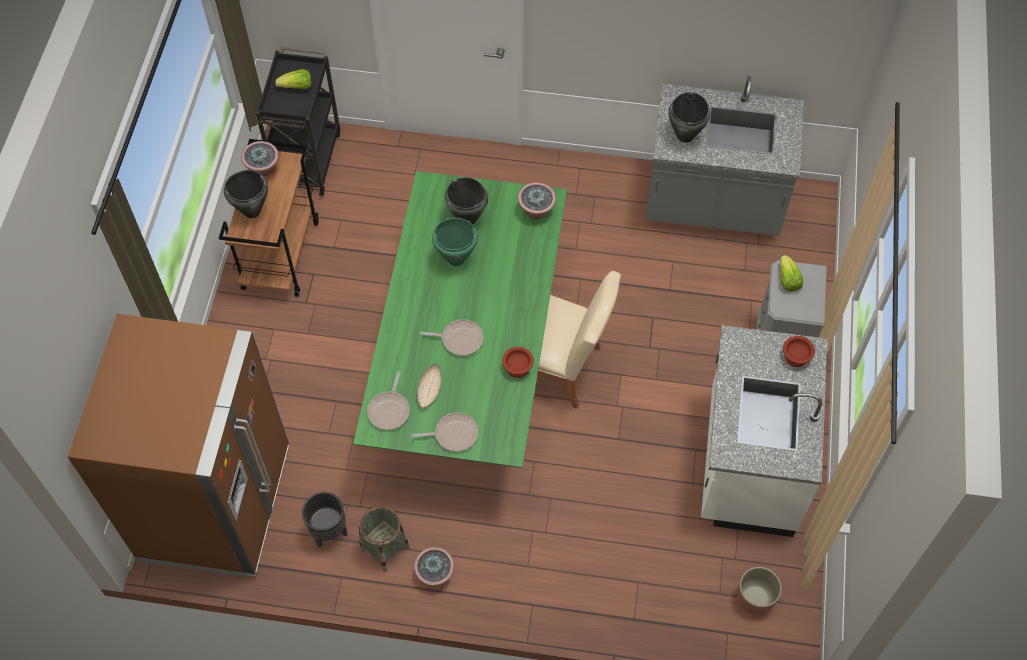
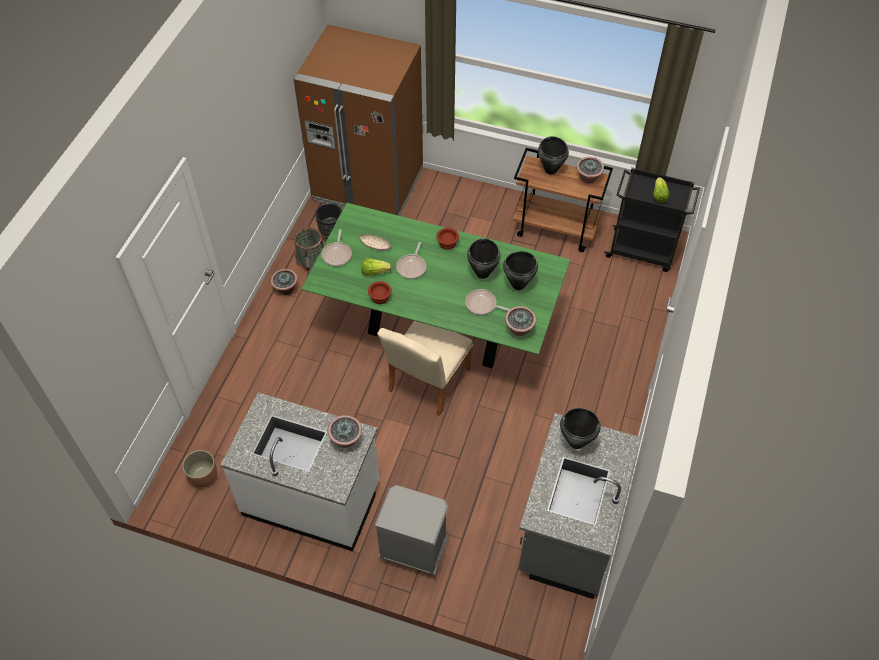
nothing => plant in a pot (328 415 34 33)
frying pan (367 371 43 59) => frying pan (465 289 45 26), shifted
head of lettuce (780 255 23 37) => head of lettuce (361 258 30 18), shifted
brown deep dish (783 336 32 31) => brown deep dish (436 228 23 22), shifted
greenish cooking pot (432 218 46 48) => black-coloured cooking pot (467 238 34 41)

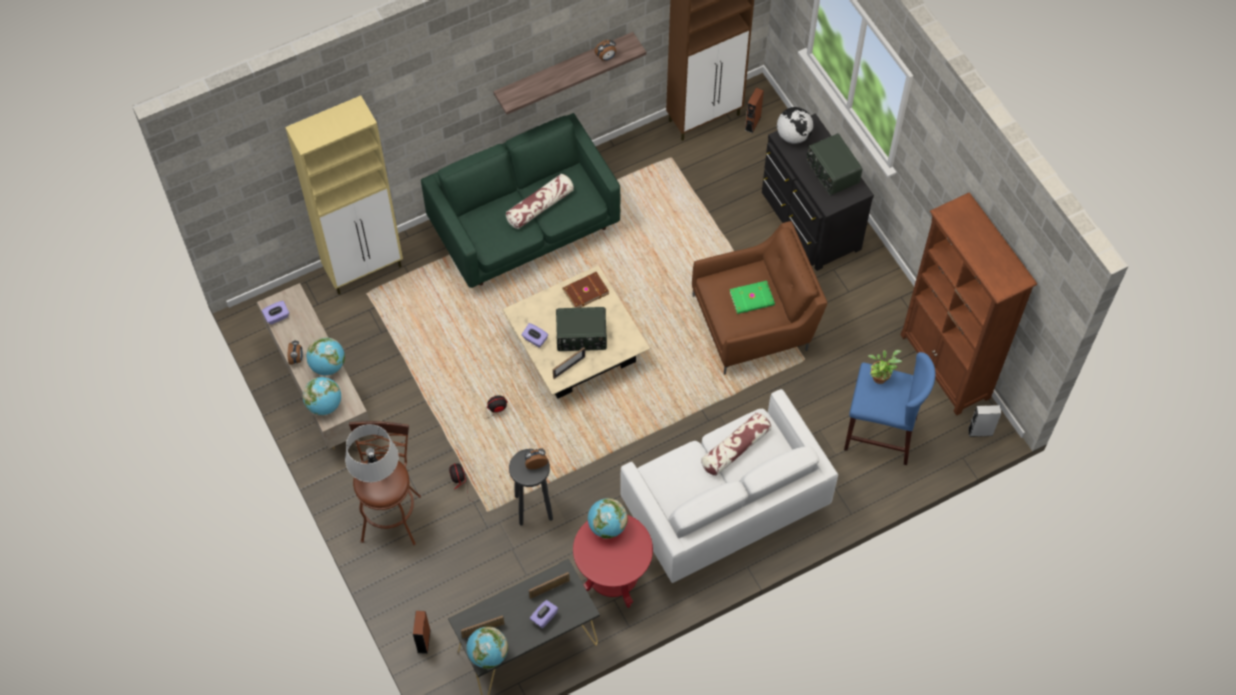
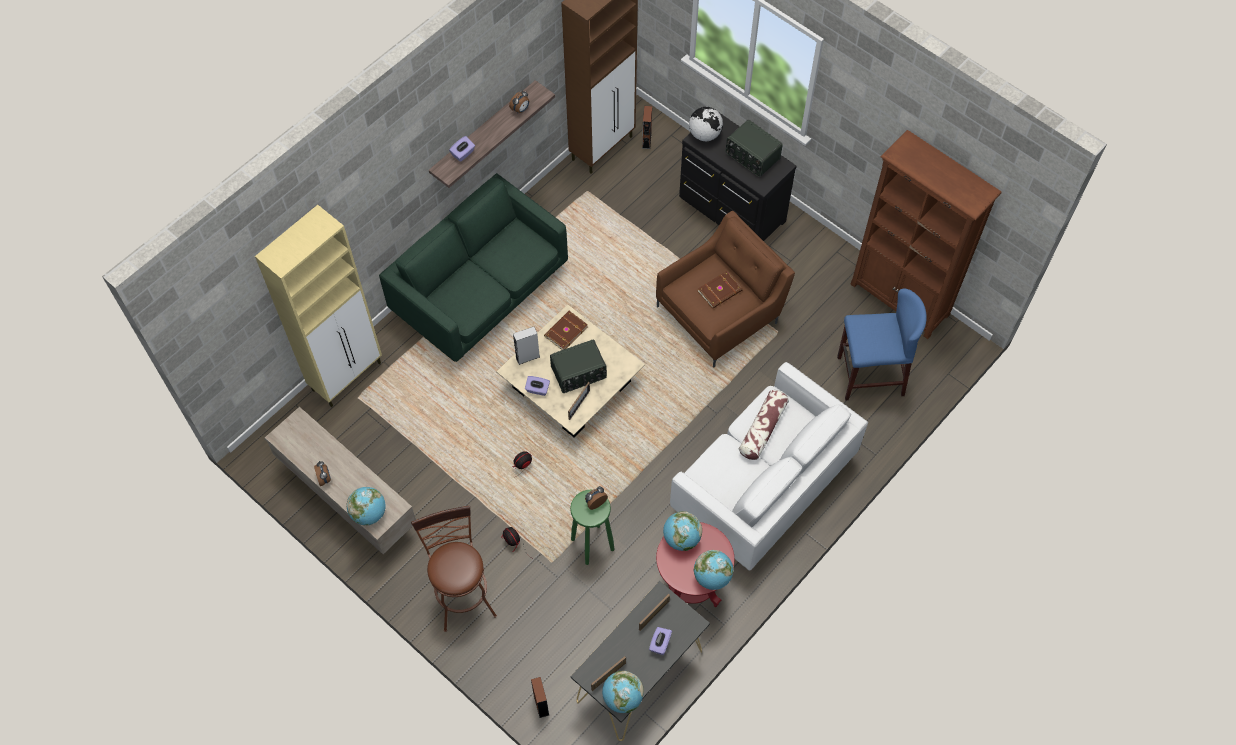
grey table lamp (345 424 54 58) => nothing
pillow (506 174 68 55) => nothing
plant in a pot (868 350 34 34) => nothing
purple-coloured tissue holder (262 301 27 24) => purple-coloured tissue holder (449 136 26 26), shifted
desk globe (306 337 39 38) => desk globe (694 550 39 40), shifted
grey speaker (968 405 34 32) => grey speaker (513 327 27 38), shifted
black-coloured sitting stool (509 449 44 77) => greenish sitting stool (570 490 45 75)
greenish bound book (730 281 45 33) => brown bound book (698 271 45 38)

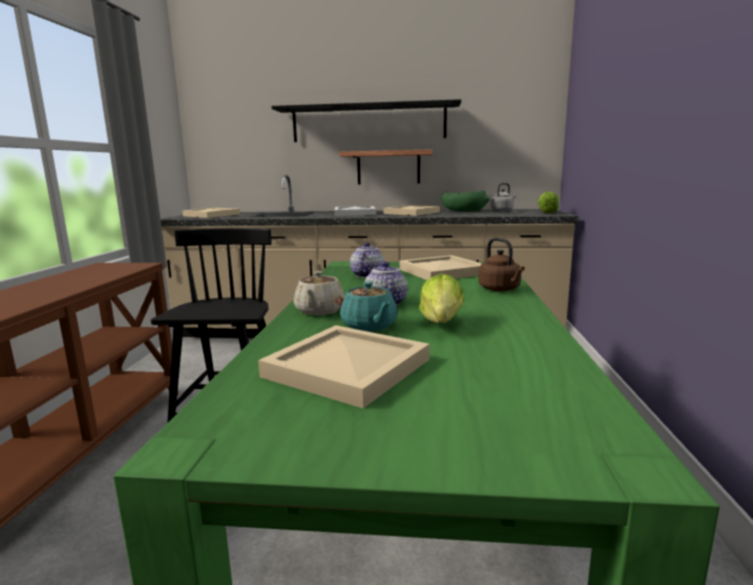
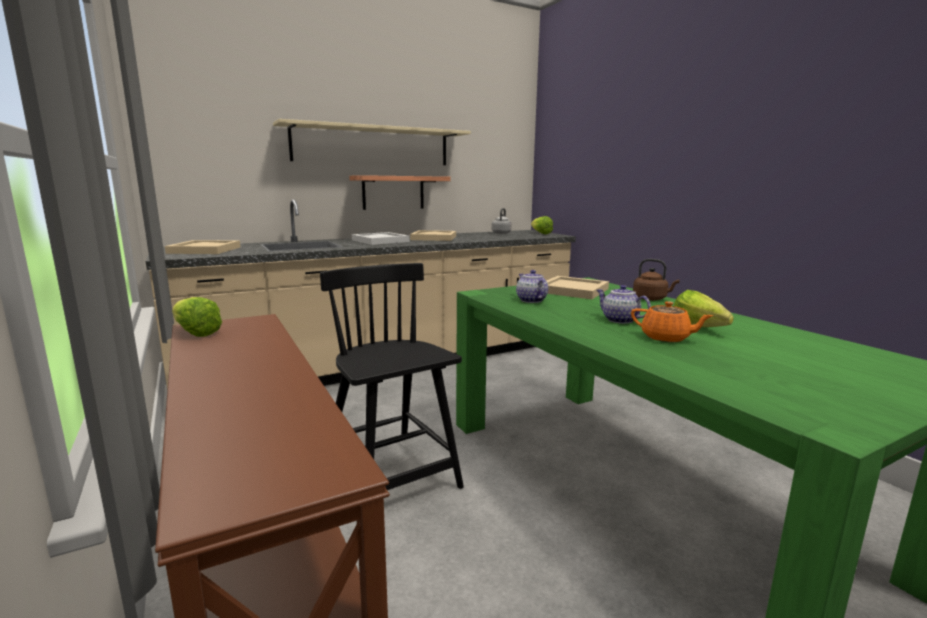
beige carrying tray (258 325 171 83) => nothing
beige pot for tea (294 271 51 44) => nothing
greenish deep dish (441 190 49 22) => nothing
nothing => head of lettuce (172 297 50 40)
black-coloured shelf (271 99 190 43) => beige shelf (273 119 198 46)
turquoise pot for tea (340 281 58 50) => orange-coloured pot for tea (631 301 82 41)

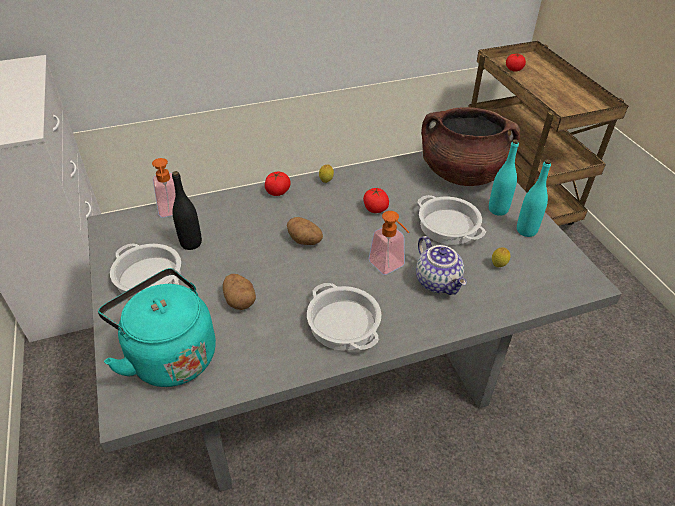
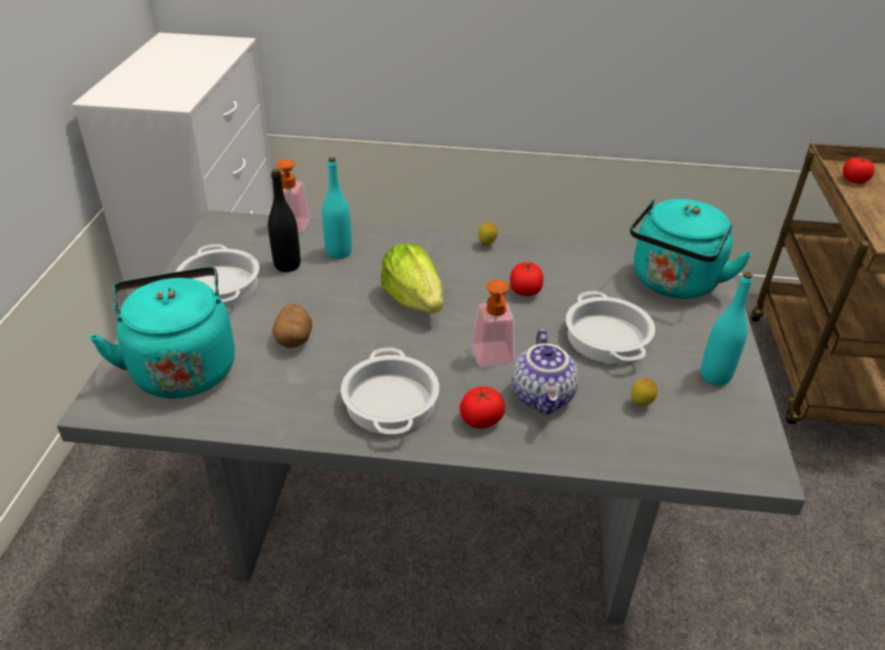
tomato (265 172 26 24) => tomato (460 386 45 42), shifted
turquoise drink bottle (489 139 30 77) => turquoise drink bottle (322 157 30 102), shifted
whole potato (287 217 36 28) => head of lettuce (381 243 62 70)
brown cooking pot (421 107 99 79) => turquoise water kettle (630 199 122 100)

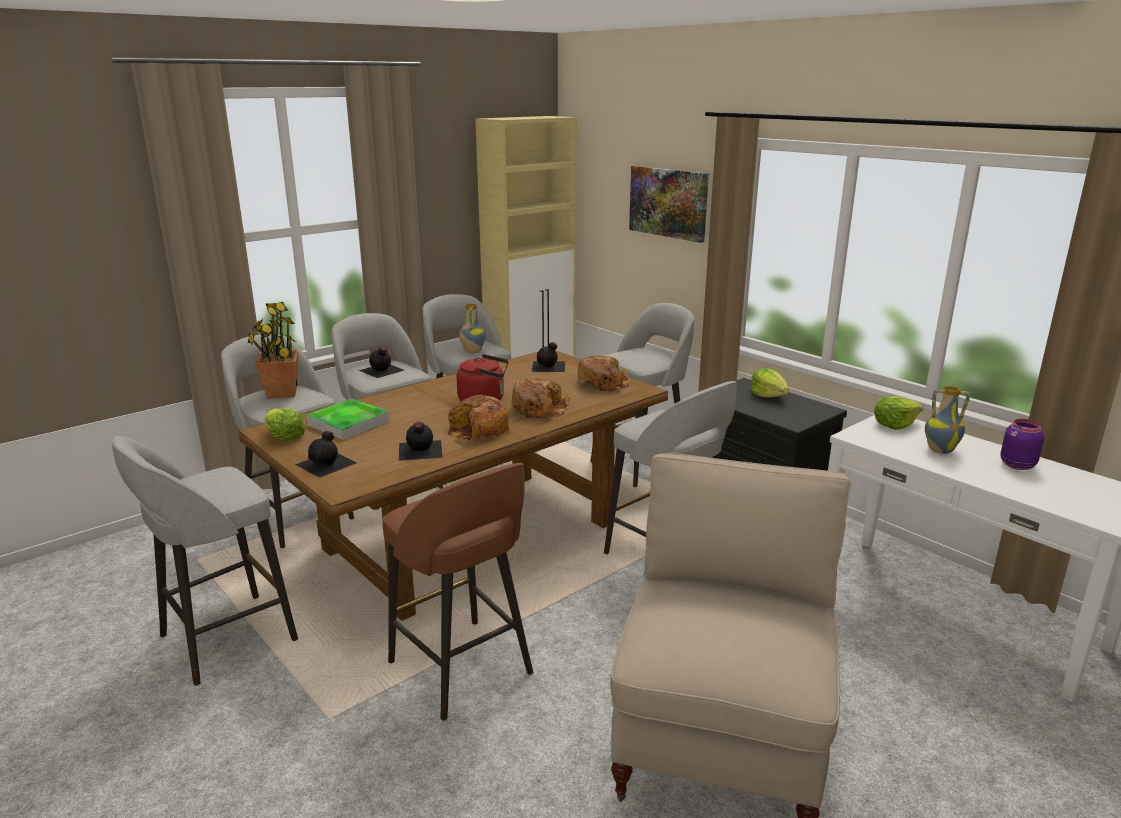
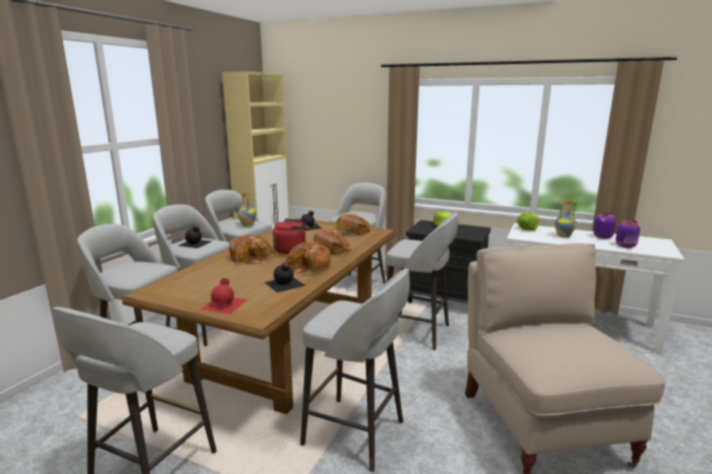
plant in a pot (248 302 51 97) => nothing
head of lettuce (264 408 41 33) => nothing
carrying tray (306 398 83 42) => nothing
wall art (629 166 80 77) => nothing
nothing => bread (229 235 46 30)
nothing => purple-coloured jar (616 220 24 28)
black-coloured drink bottle (295 431 62 47) => red-coloured drink bottle (199 278 49 36)
brown sitting stool (382 463 152 258) => grey sitting stool (300 269 110 203)

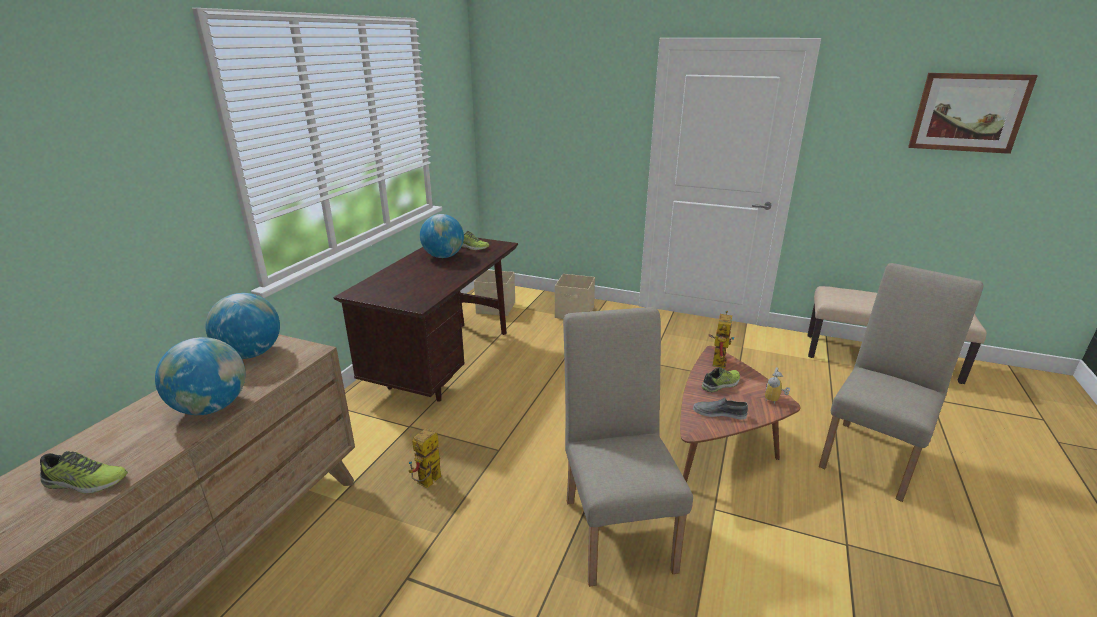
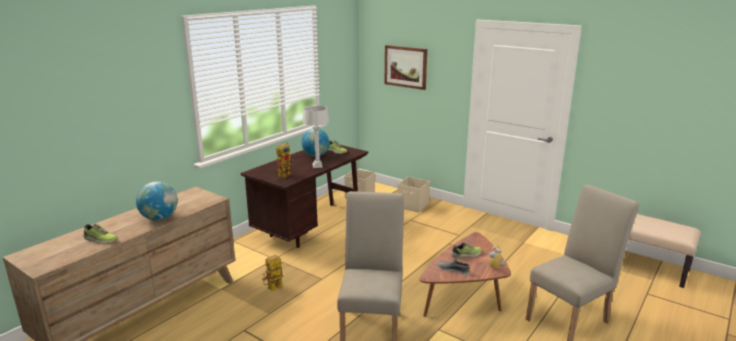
desk globe (205 293 75 66) => nothing
nothing => grey table lamp (303 105 26 63)
toy robot (709 311 25 57) => toy robot (276 142 18 36), shifted
wall art (908 73 130 81) => wall art (385 45 42 45), shifted

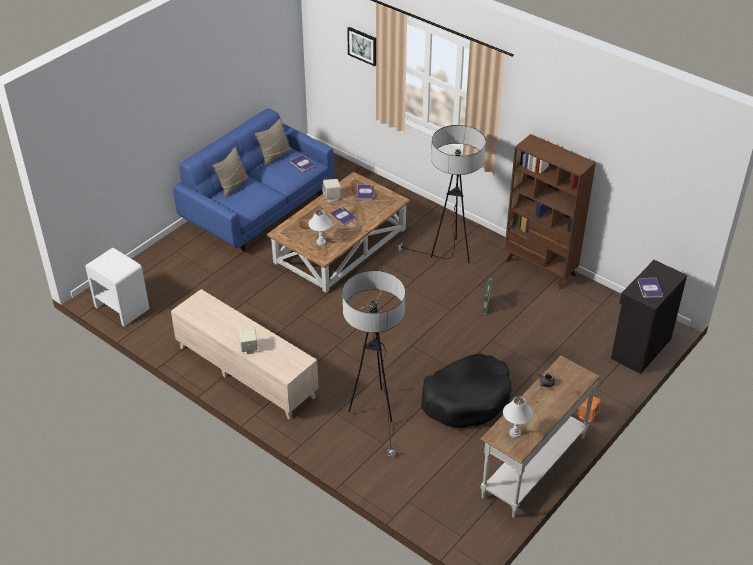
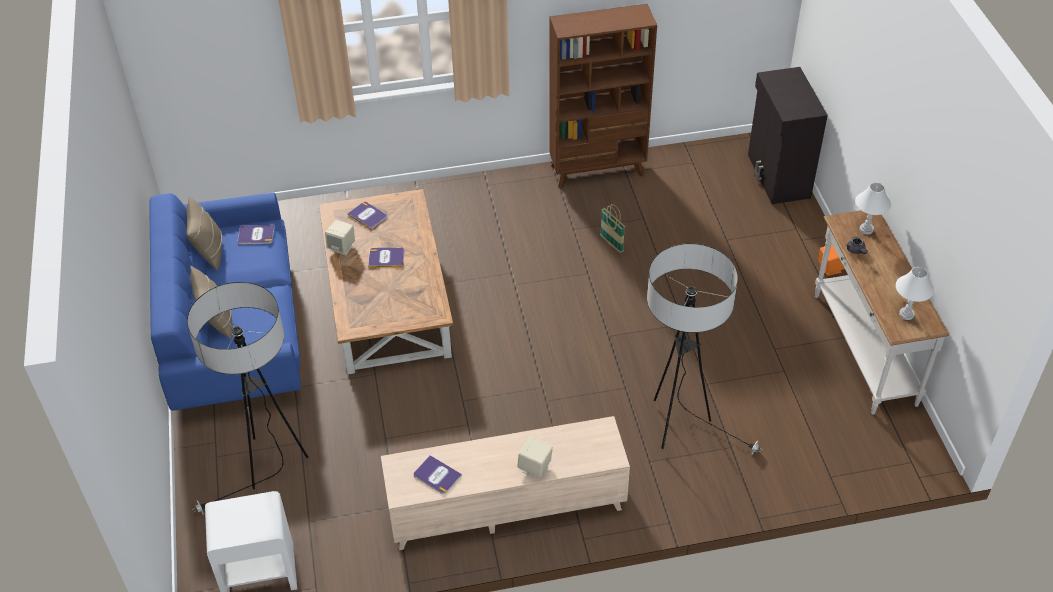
wall art (347 27 29 39) => nothing
black-coloured pet bed (421 354 91 74) => nothing
white table lamp (308 210 24 36) => white table lamp (855 182 36 52), shifted
floor lamp (398 125 88 138) => floor lamp (187 282 121 233), shifted
bound book (638 278 25 20) => bound book (414 455 48 39), shifted

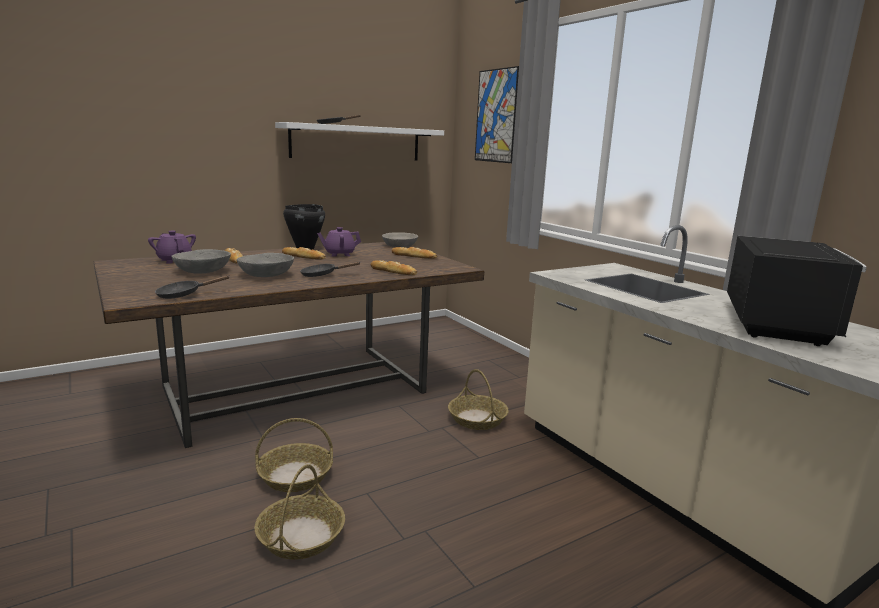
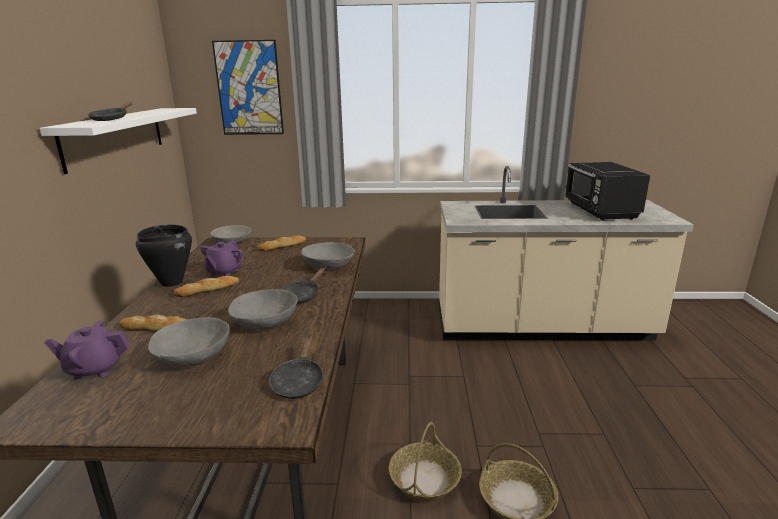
storage basket (448 369 61 61) => nothing
bread (370 260 47 15) => grey deep dish (301 242 54 28)
black-coloured microwave oven (727 236 140 110) => black-coloured microwave oven (565 162 85 59), 150 degrees counterclockwise

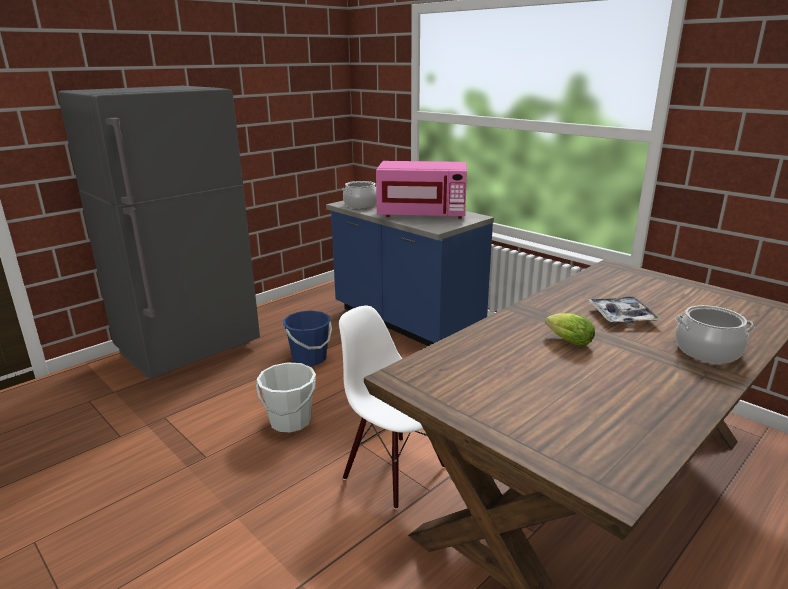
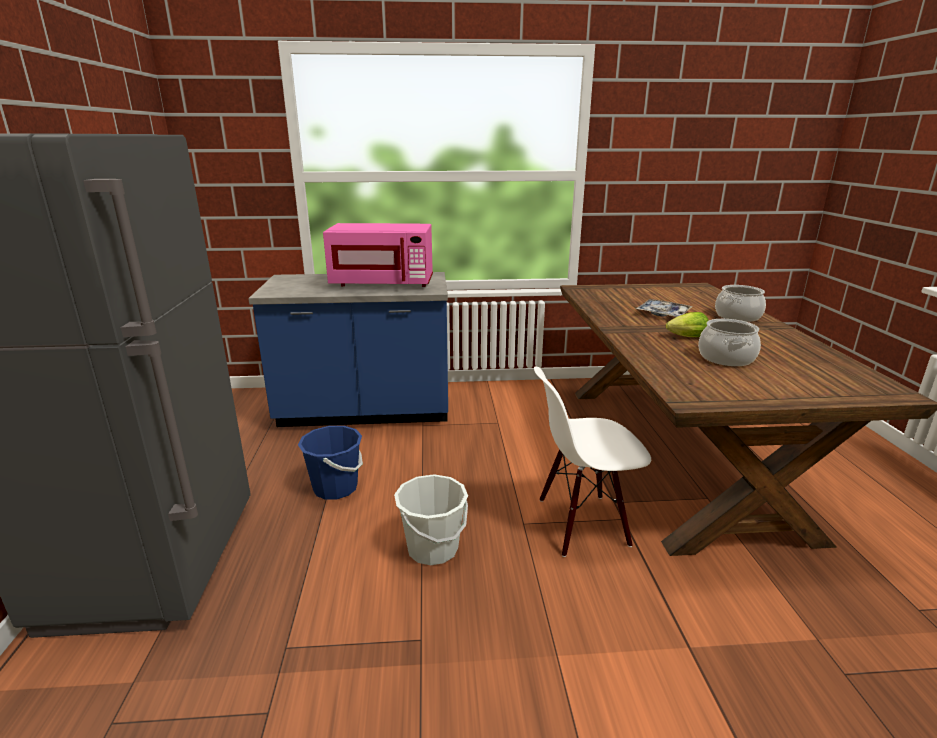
cooking pot (342 181 35 28) => cooking pot (698 319 63 47), shifted
pink microwave oven (376 161 91 58) => pink microwave oven (323 223 110 64), 45 degrees clockwise

